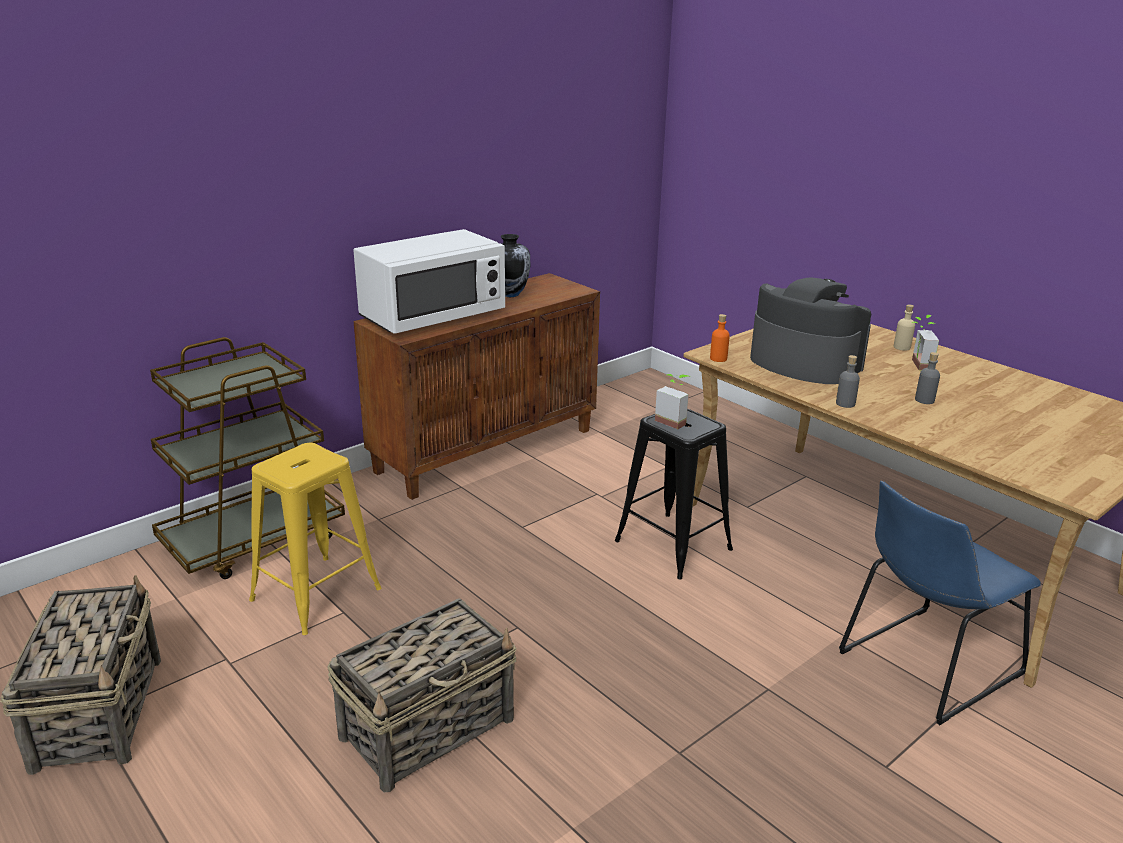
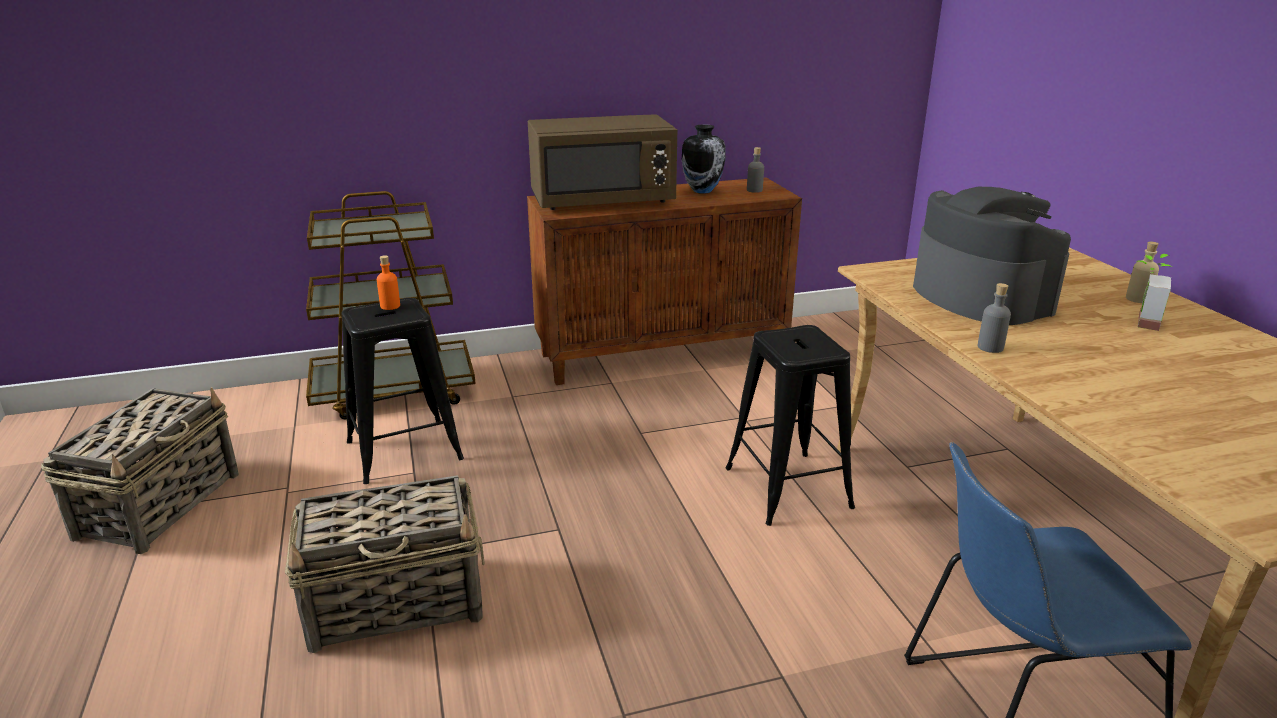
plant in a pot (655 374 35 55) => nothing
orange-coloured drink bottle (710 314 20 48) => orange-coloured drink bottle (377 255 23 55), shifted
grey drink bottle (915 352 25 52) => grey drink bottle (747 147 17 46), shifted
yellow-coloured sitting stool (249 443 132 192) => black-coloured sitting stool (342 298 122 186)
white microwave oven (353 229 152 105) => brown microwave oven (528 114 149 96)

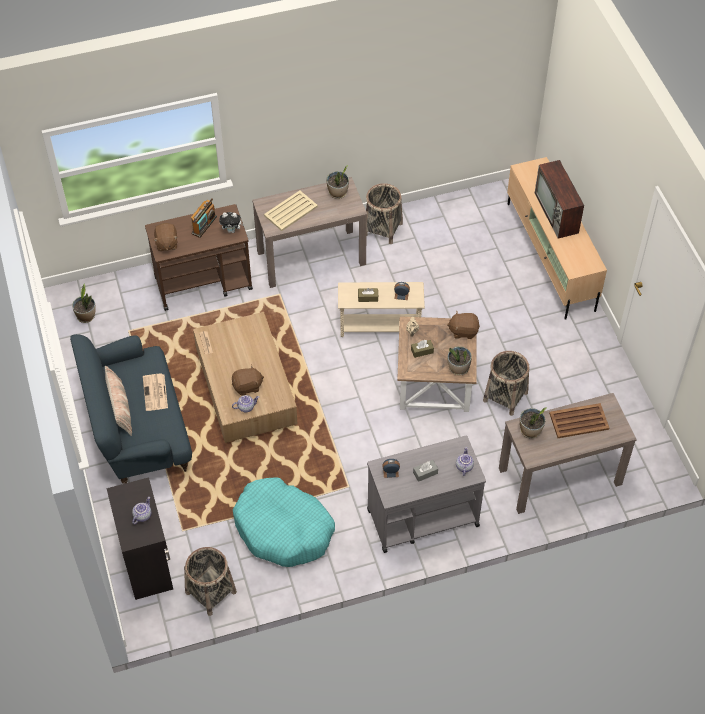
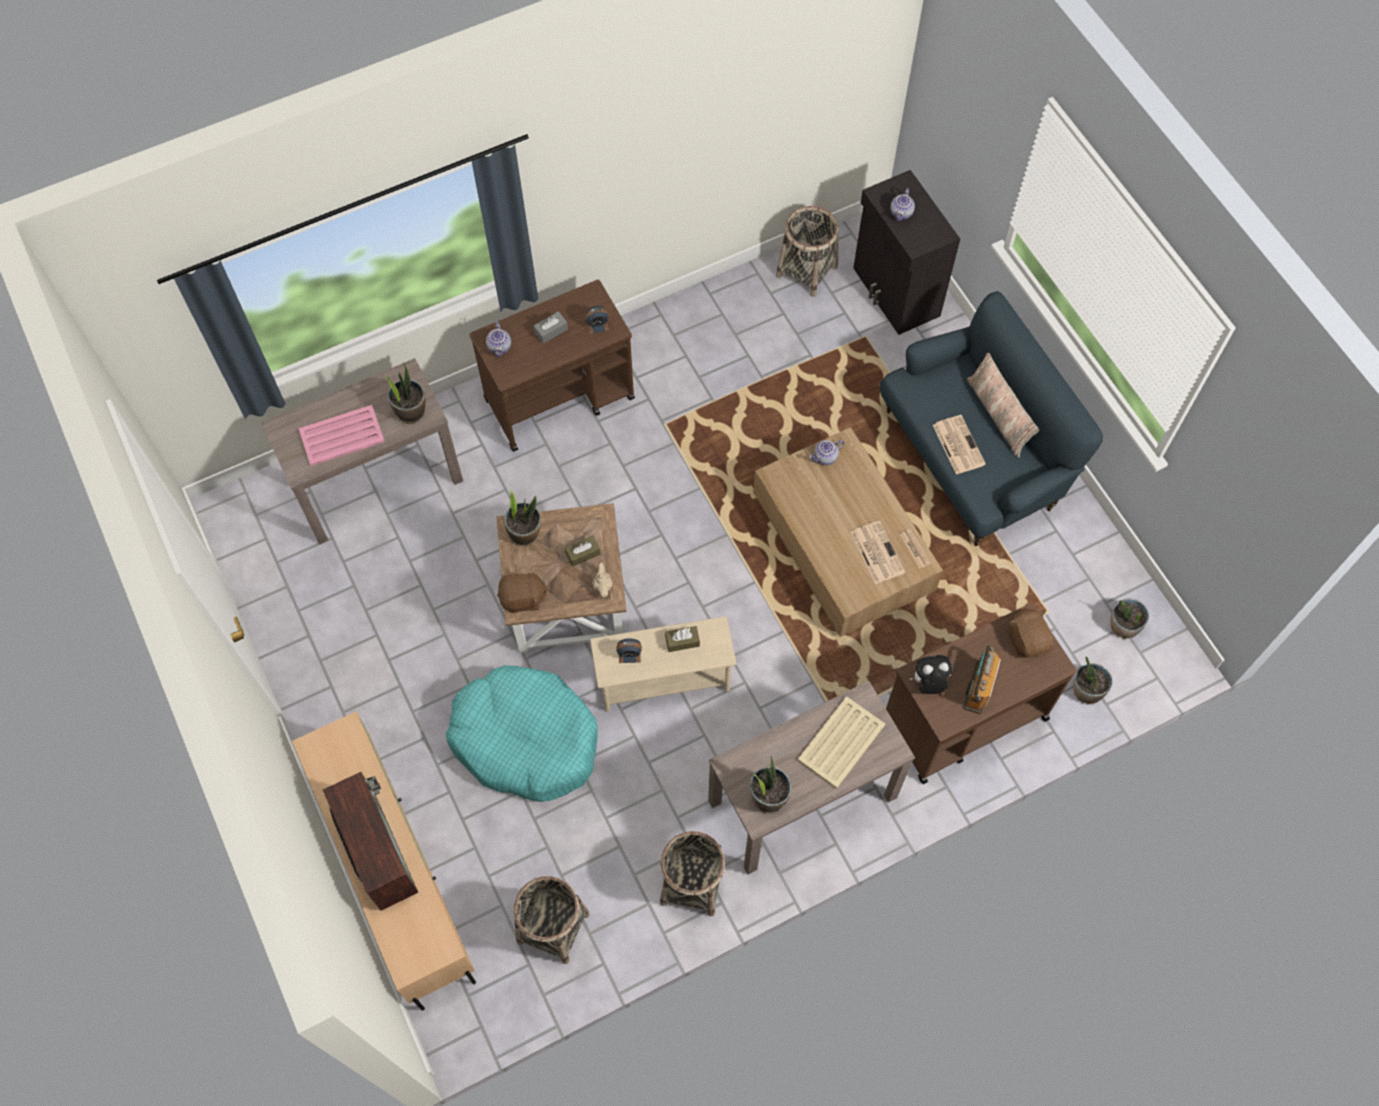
brown plush toy (232 365 32 31) => nothing
nothing => newspaper (851 521 54 63)
nothing => plant in a pot (1073 656 39 49)
turquoise pet bed (233 477 102 90) => turquoise pet bed (446 665 152 137), shifted
storage basket (483 351 47 65) => storage basket (514 876 75 88), shifted
grey trolley (367 435 119 118) => brown trolley (469 280 166 172)
brown carrying tray (549 403 60 35) => pink carrying tray (299 405 86 61)

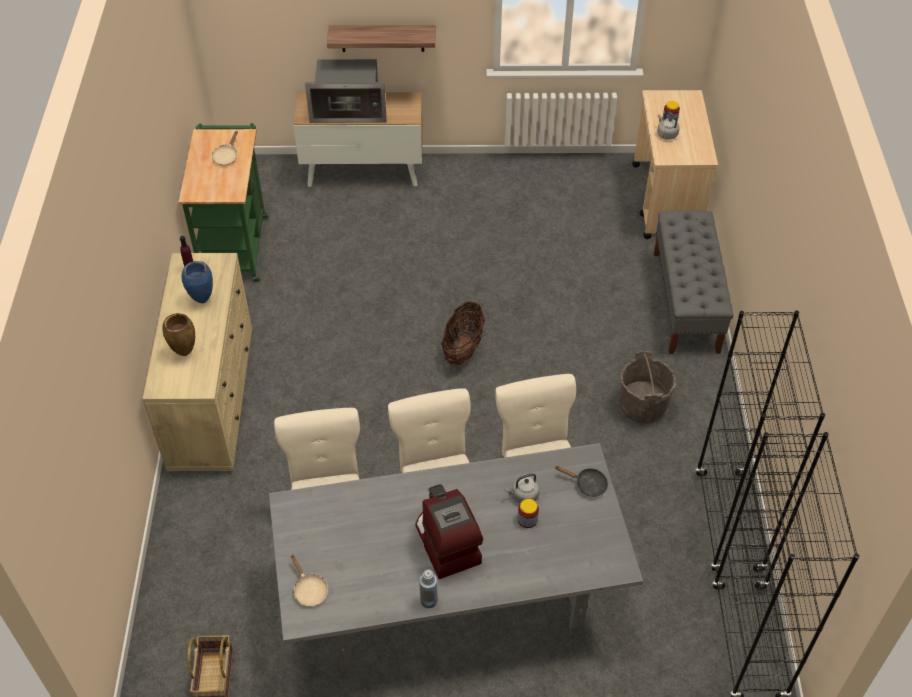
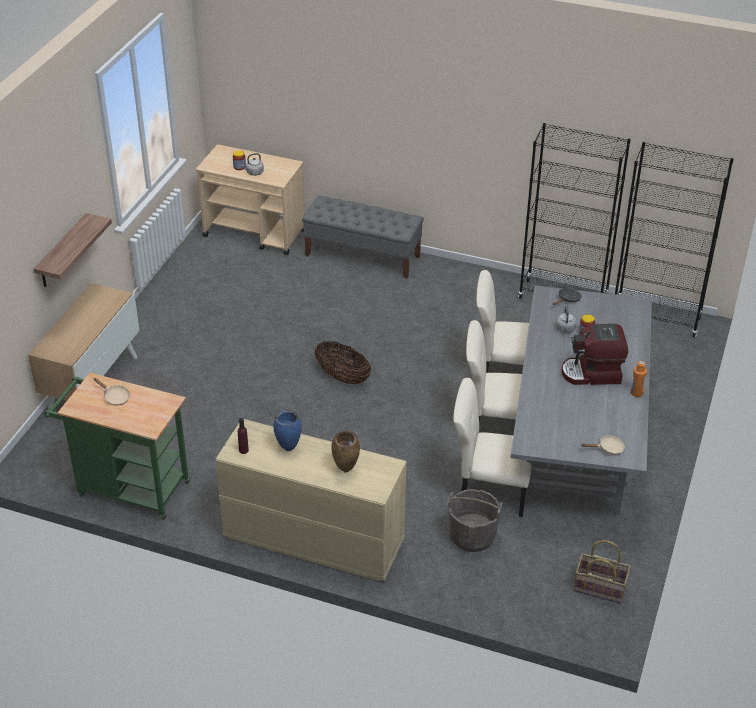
microwave oven (305 59 82 64) => nothing
grey bucket (619 351 57 72) => grey bucket (447 489 55 63), shifted
bluish drink bottle (419 570 19 38) => orange-coloured drink bottle (630 361 17 36)

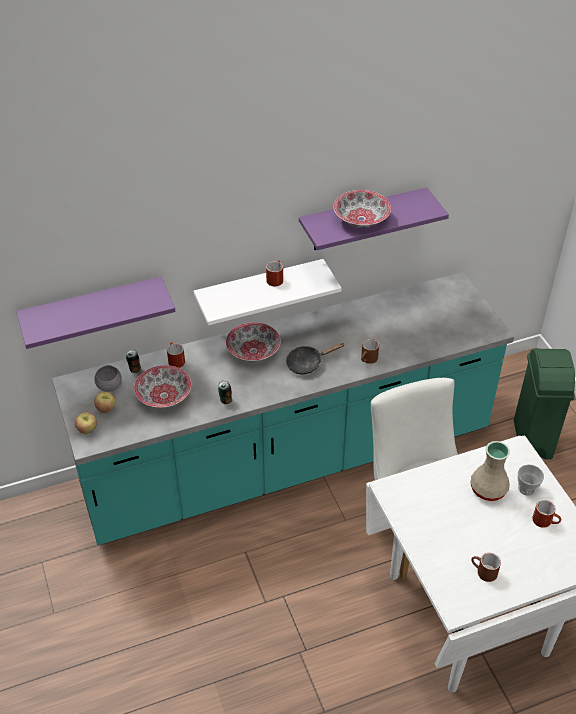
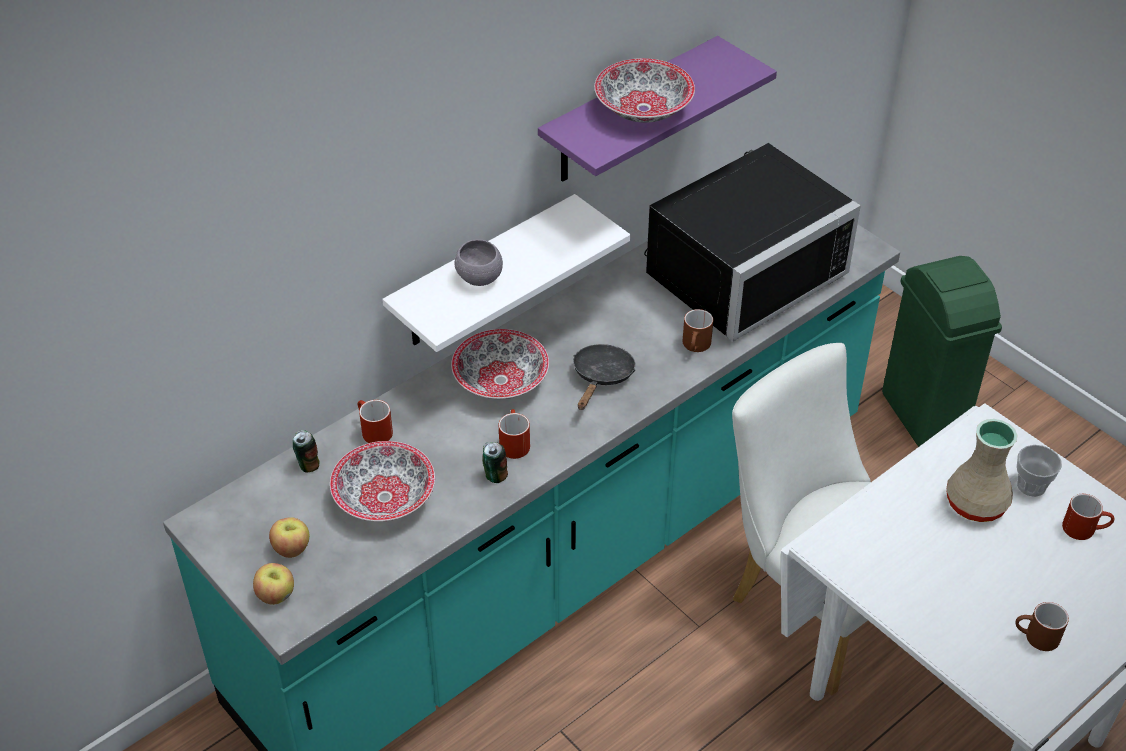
purple-coloured shelf (16 276 159 73) => nothing
nothing => black-coloured microwave oven (644 143 217 198)
grey deep dish (94 365 28 27) => grey deep dish (455 239 48 47), shifted
red-coloured coffee mug (266 260 17 27) => red-coloured coffee mug (499 409 31 50), shifted
black-coloured frying pan (286 343 59 31) => black-coloured frying pan (573 344 62 66), 150 degrees clockwise

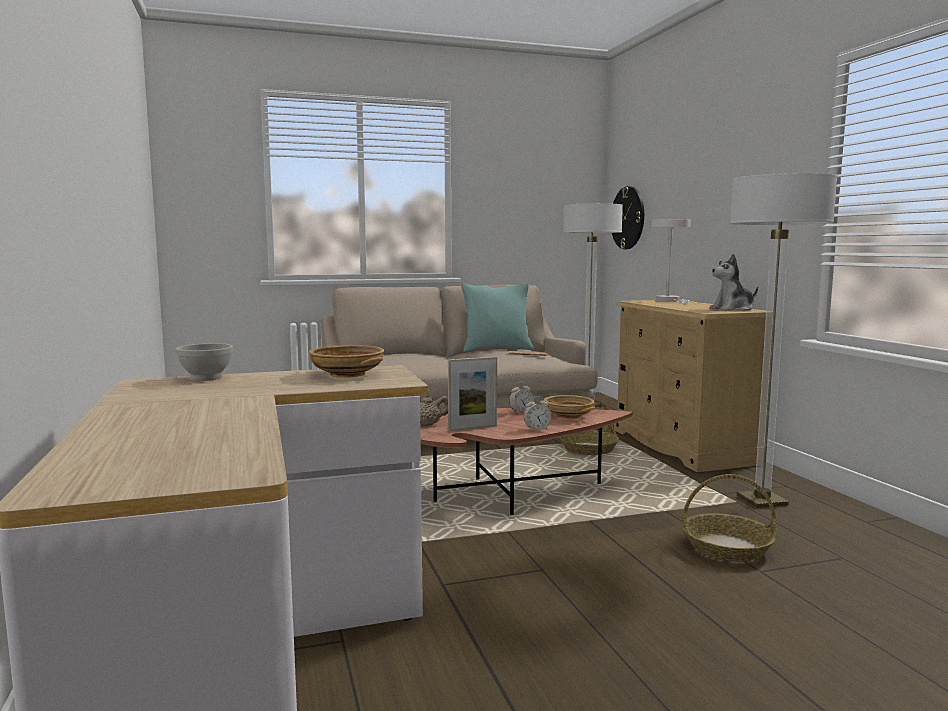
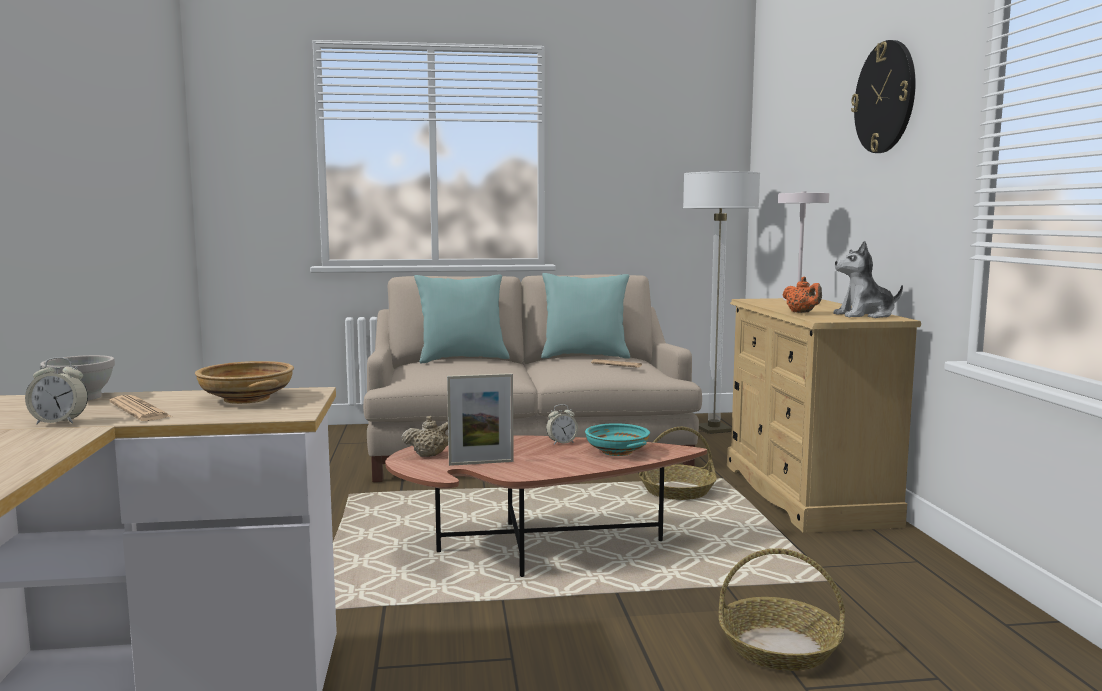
floor lamp (730 173 108 335) => nothing
nothing => newspaper (110 395 63 26)
nothing => turquoise pillow (414 274 96 90)
nothing => orange-coloured pot for tea (783 277 39 36)
table clock (524 396 27 35) => table clock (25 357 63 68), shifted
hanging clock (612 186 32 63) => hanging clock (851 40 65 113), shifted
beige deep dish (544 395 51 24) => turquoise deep dish (585 423 65 33)

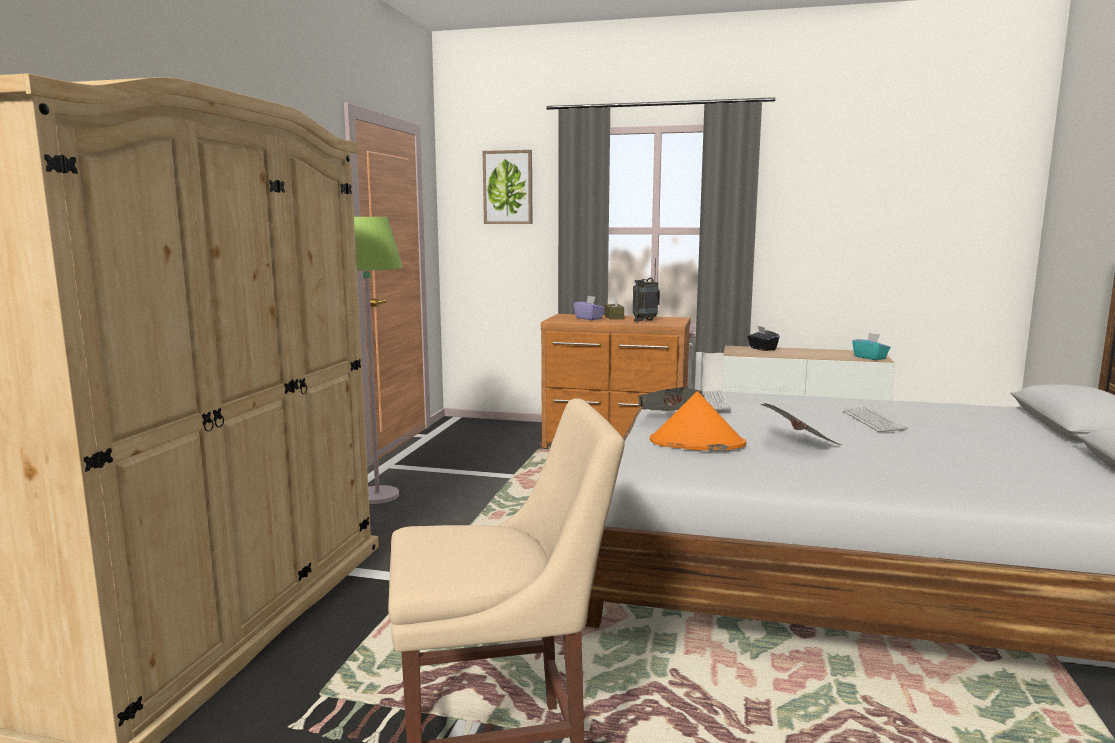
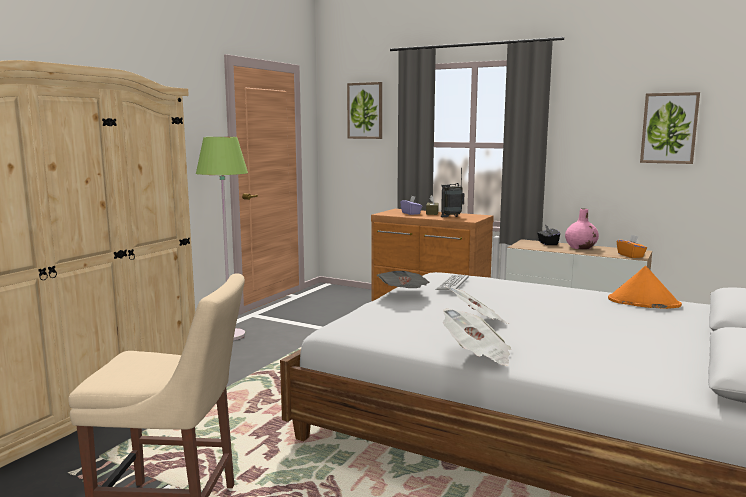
keyboard (843 407 64 25) => nothing
nothing => newspaper (443 308 68 58)
nothing => pink flower vase (565 208 34 41)
nothing => wall art (640 92 60 72)
orange-coloured clothing hat (650 392 96 59) => orange-coloured clothing hat (608 266 74 43), shifted
turquoise tissue holder (852 333 39 27) => orange-coloured tissue holder (616 235 31 23)

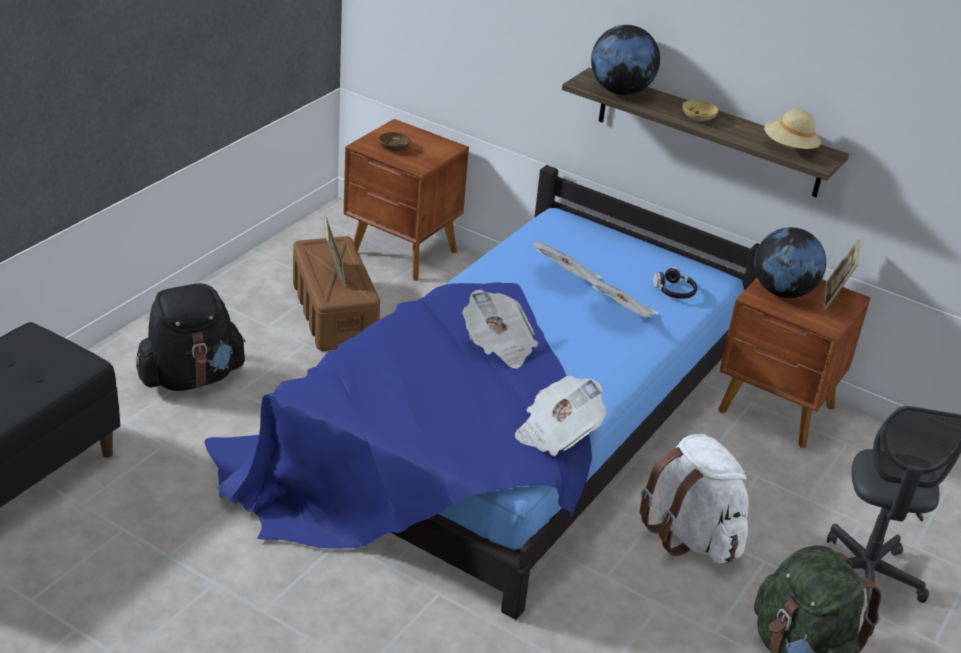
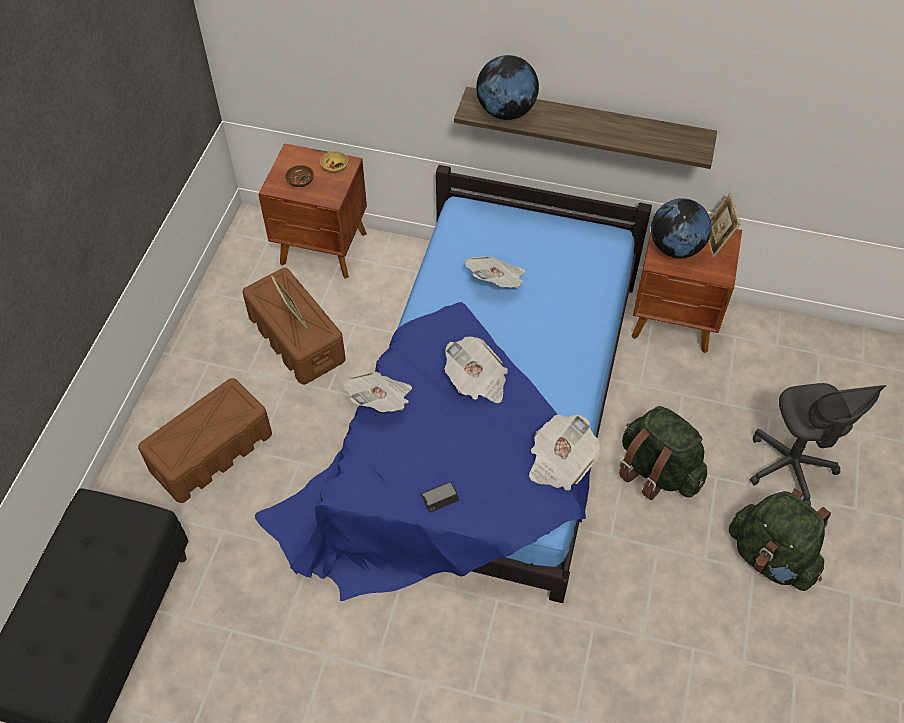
black-coloured pair of headphones (653 267 44 32) => nothing
beige clothing hat (764 109 57 42) => nothing
nothing => telephone (421 482 38 31)
newspaper (588 278 70 40) => newspaper (343 372 69 40), shifted
beige deep dish (682 100 37 21) => beige deep dish (320 151 28 22), shifted
black-coloured rucksack (136 283 110 108) => brown storage container (138 378 134 125)
white rucksack (640 434 109 130) => greenish rucksack (619 406 88 94)

